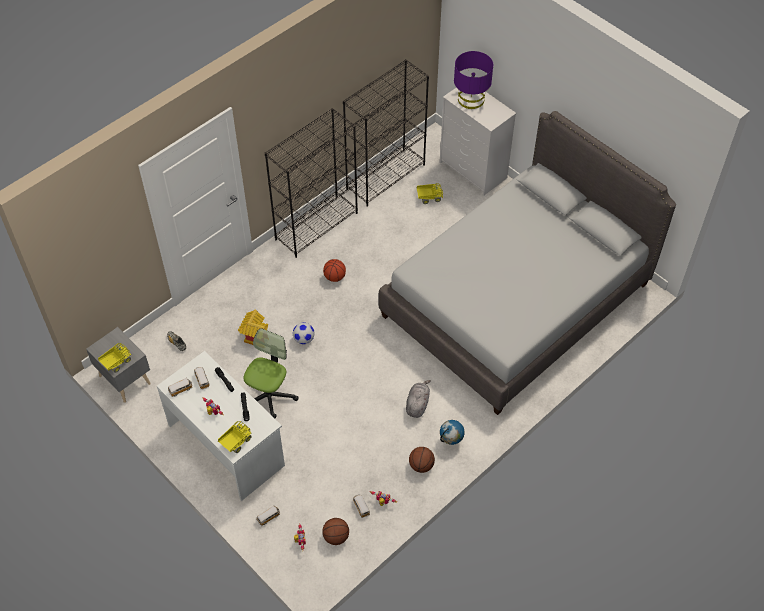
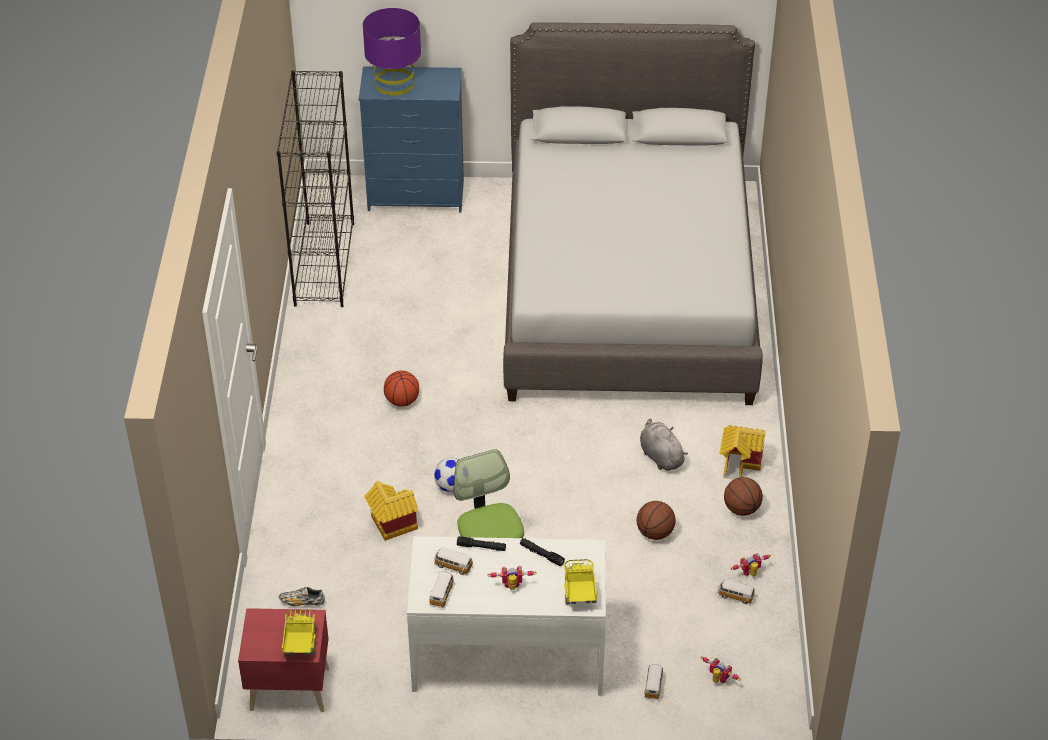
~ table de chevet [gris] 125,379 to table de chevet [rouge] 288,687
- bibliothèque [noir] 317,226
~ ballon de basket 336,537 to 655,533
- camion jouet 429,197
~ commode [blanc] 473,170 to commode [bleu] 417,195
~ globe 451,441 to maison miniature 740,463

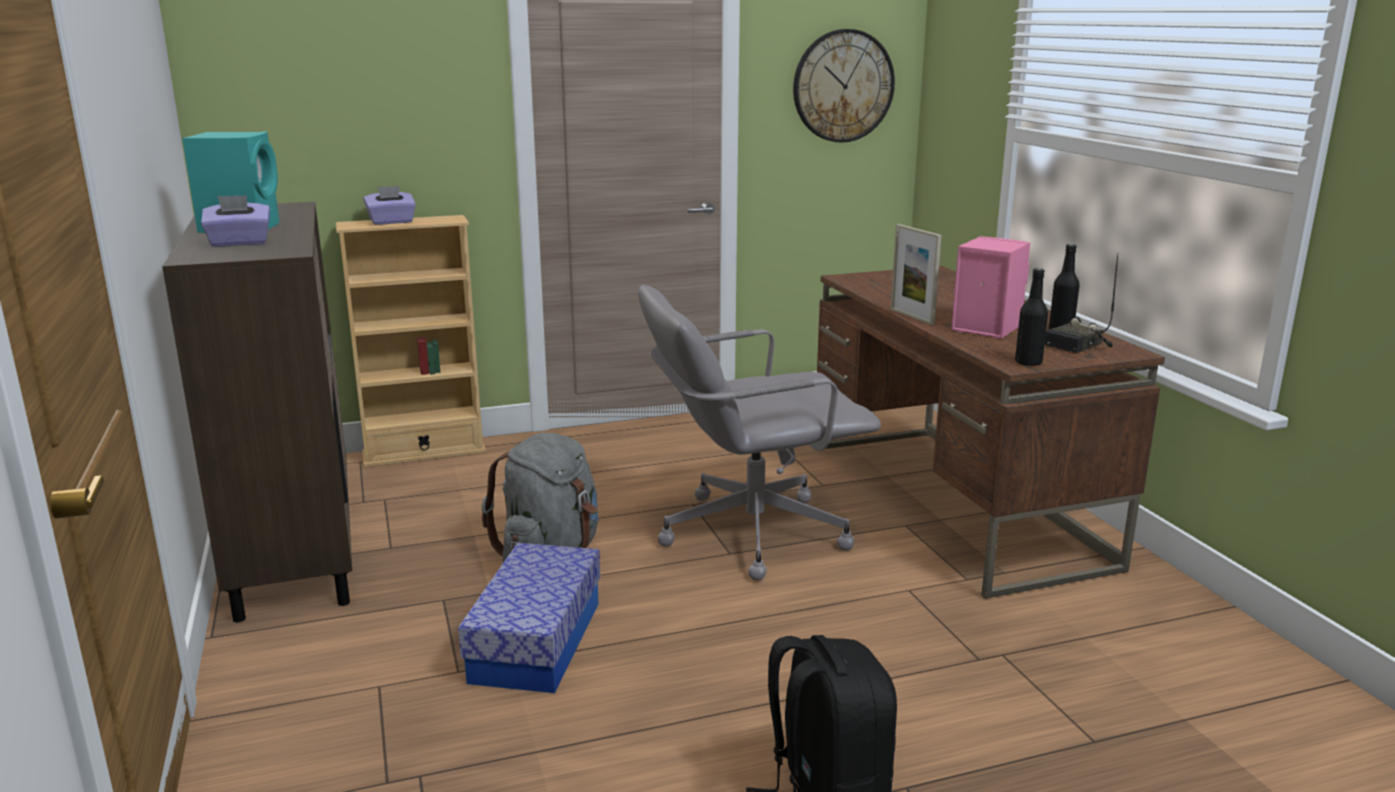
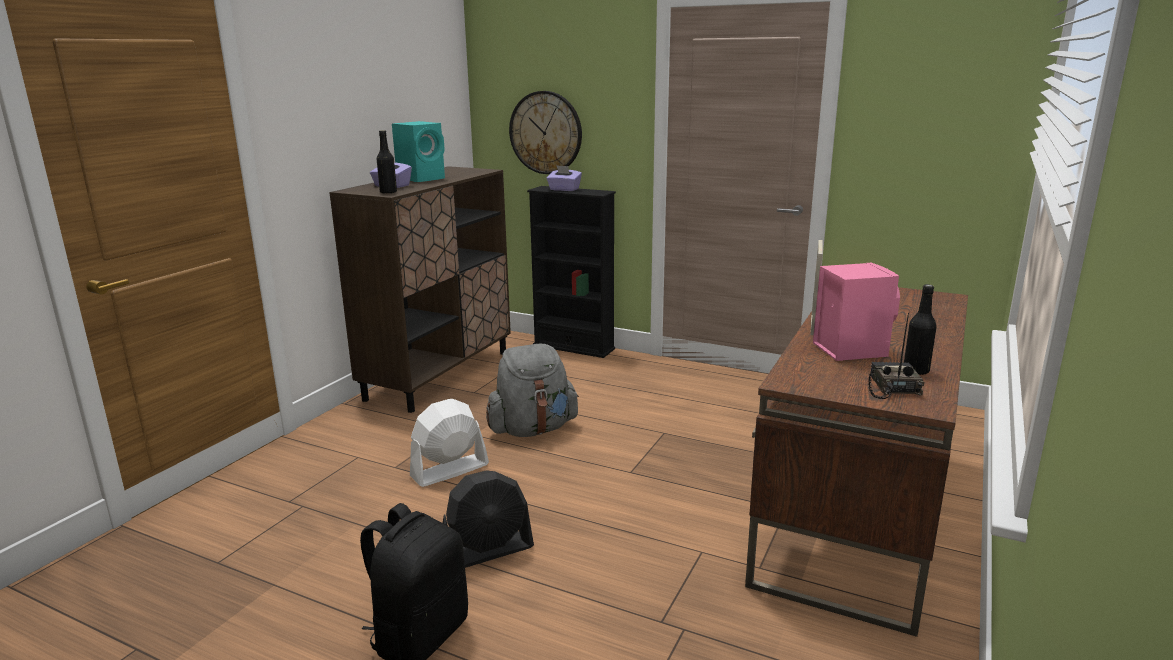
~ bibliothèque [beige] 424,452 to bibliothèque [noir] 573,347
~ boîte de rangement 536,641 to ventilateur [blanc] 449,470
- chaise de bureau [gris] 750,533
~ horloge murale 843,86 to 546,132
~ bouteille [noir] 1028,363 to 388,192
~ radio 1078,346 = 891,387 90 degrees clockwise
+ ventilateur [noir] 487,551

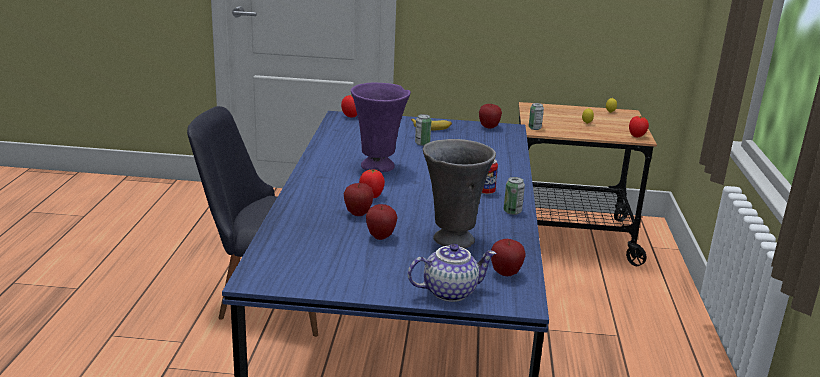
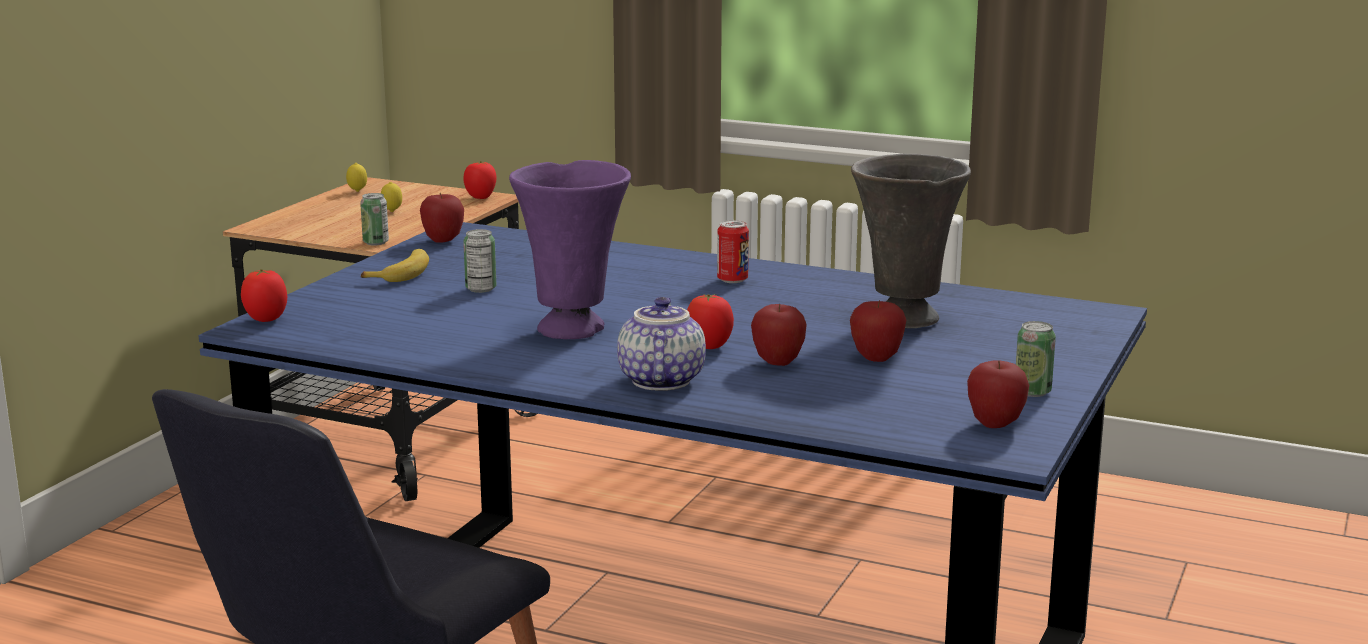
~ théière 450,291 to 659,380
~ pomme 505,273 to 995,424
~ boîte métallique 512,211 to 1032,392

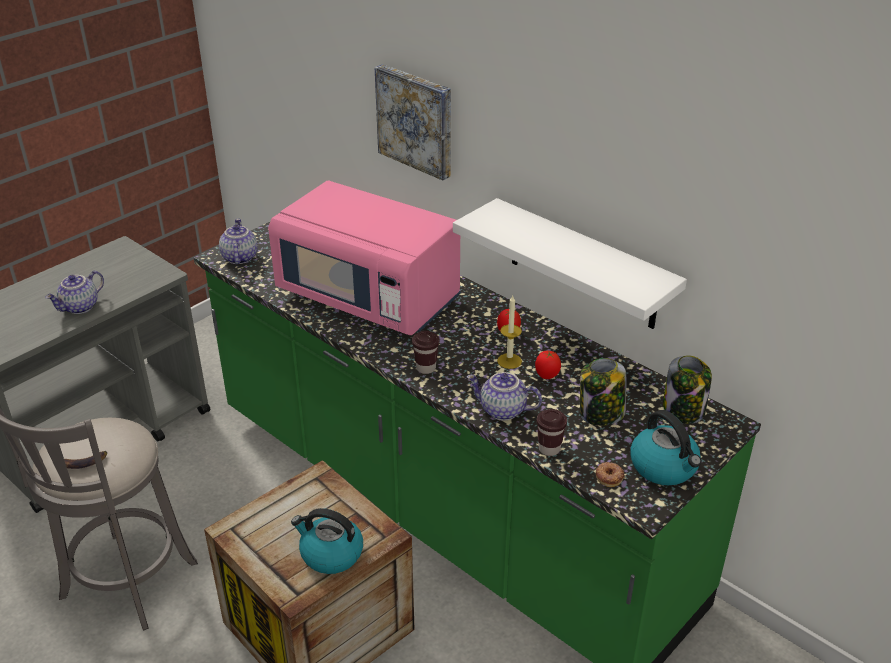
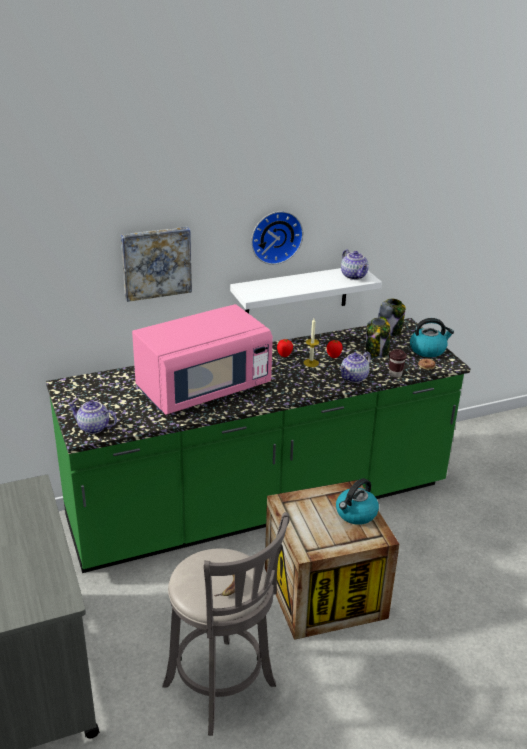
~ théière 80,307 to 354,276
- tasse [marron] 426,368
+ horloge murale 275,236

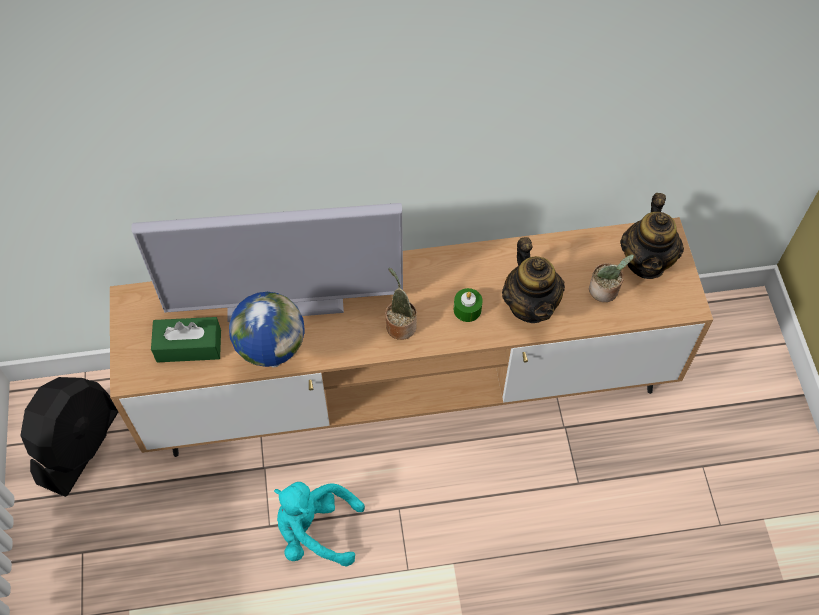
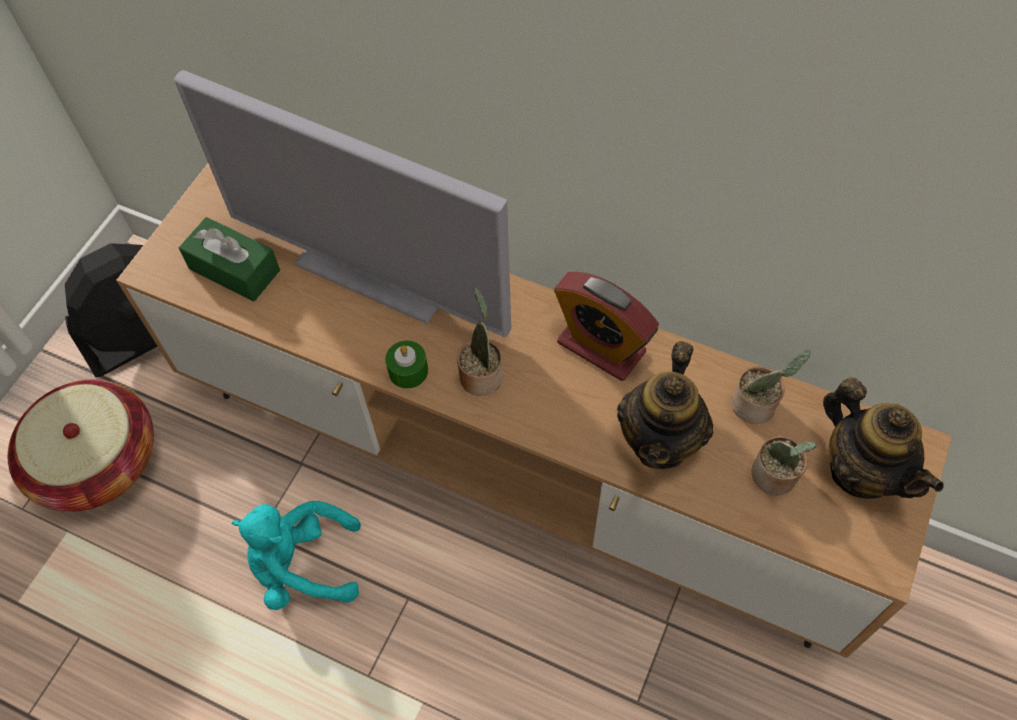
- globe 273,361
~ peluche [turquoise] 315,531 = 303,566 45 degrees counterclockwise
~ bougie [vert] 467,309 to 408,371
~ théière 646,261 = 861,470 75 degrees counterclockwise
+ panier 97,462
+ réveil 601,347
+ plante en pot 757,406

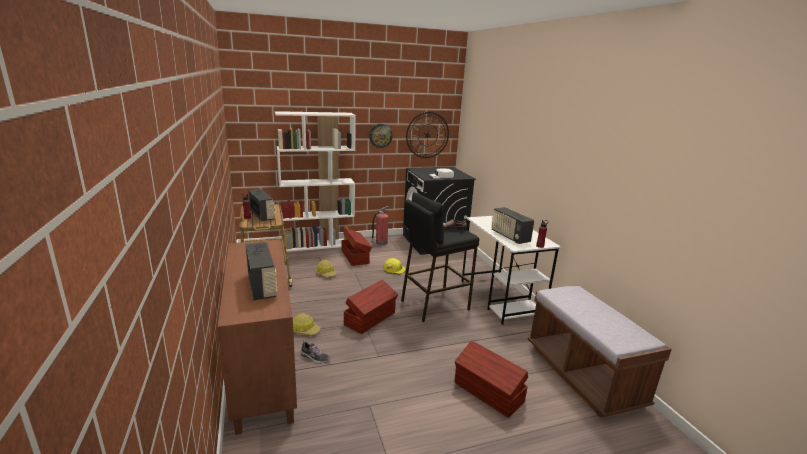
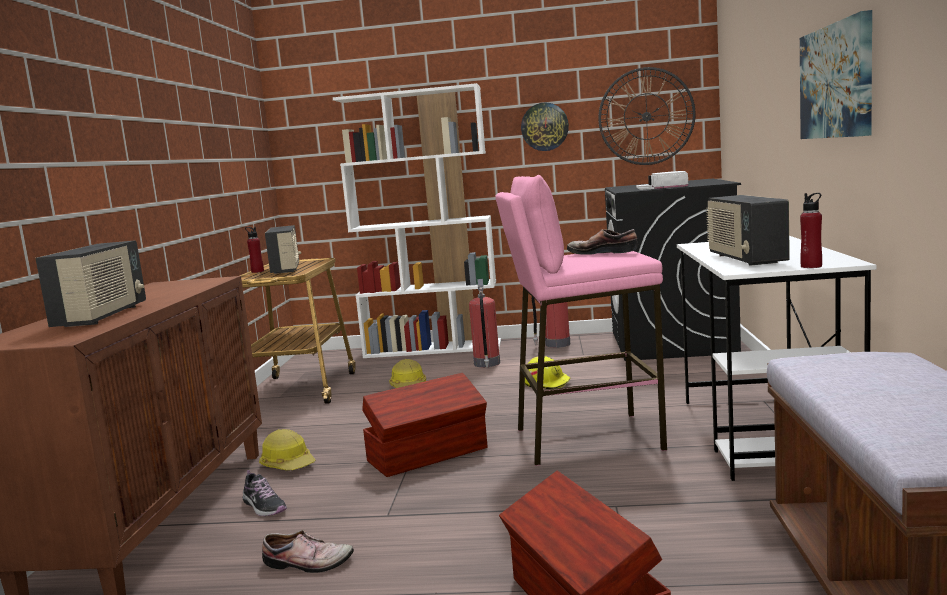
~ boîte de rangement [marron] 355,256 to extincteur 487,364
~ tabouret [noir] 434,305 to tabouret [rose] 587,438
+ chaussure 307,564
+ tableau 837,81

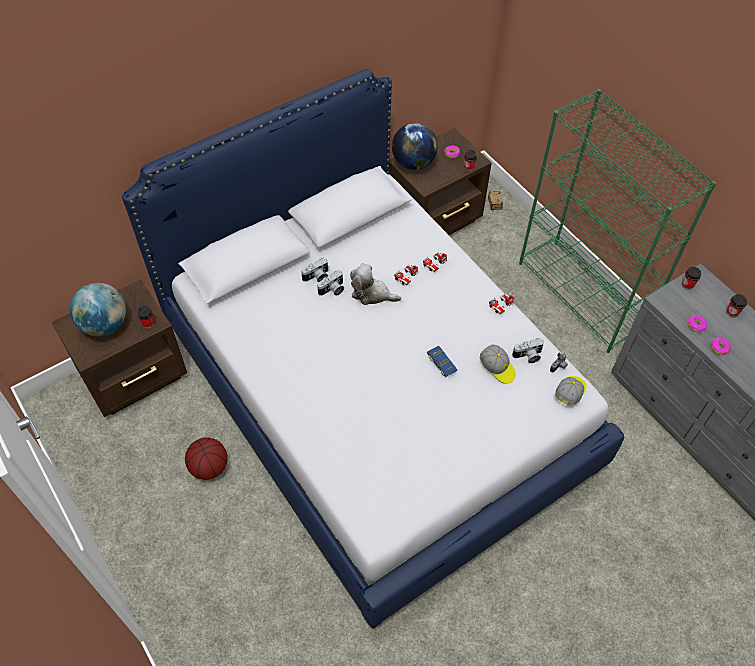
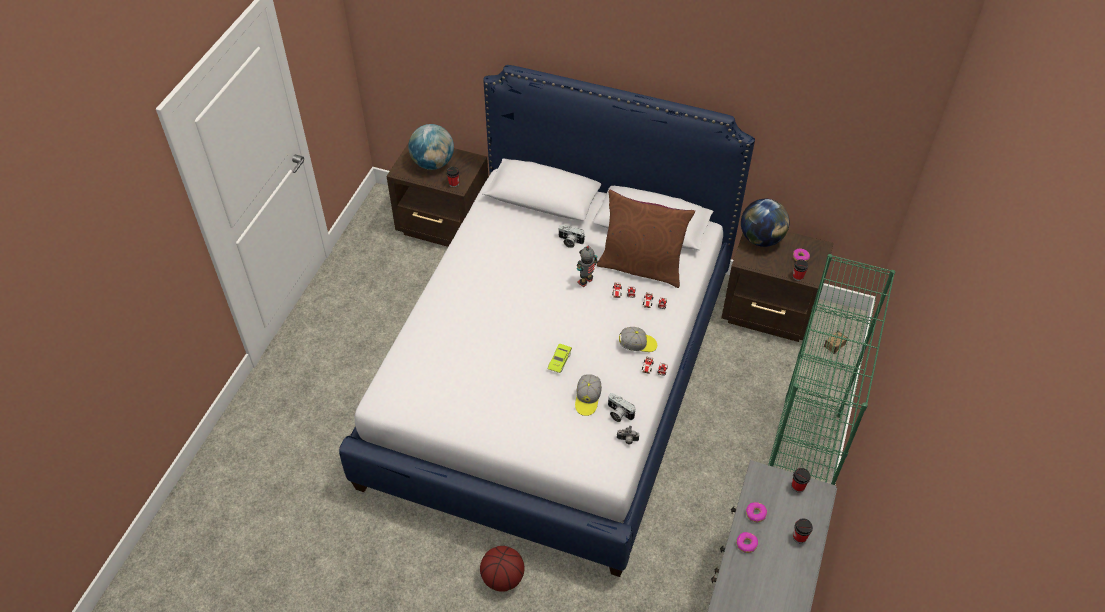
~ ballon de basket 209,467 to 503,577
- appareil photo 332,290
~ peluche 372,294 to robot jouet 586,282
~ petite voiture [bleu] 441,363 to petite voiture [vert] 559,360
~ casquette 570,392 to 637,345
+ coussin [marron] 641,266

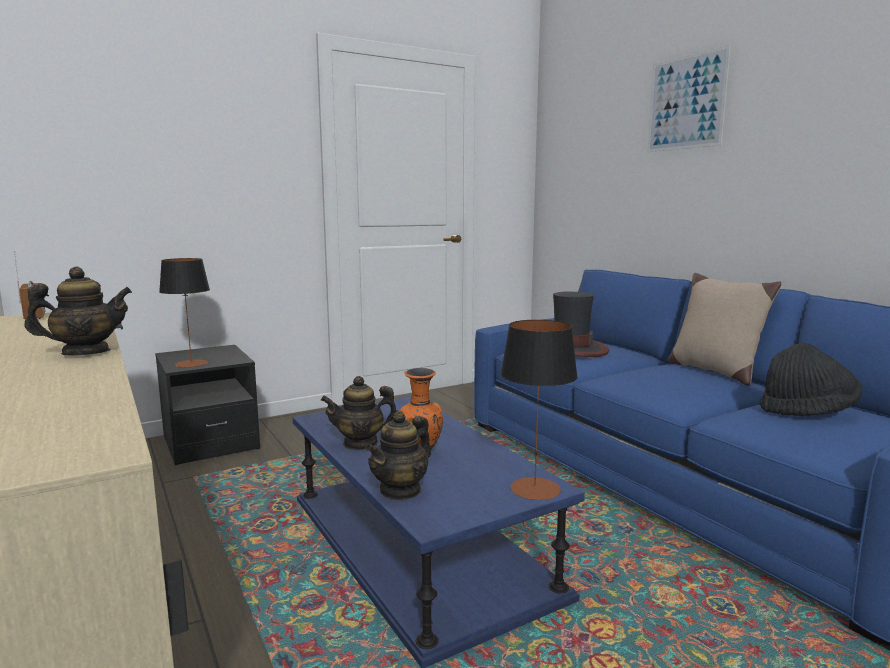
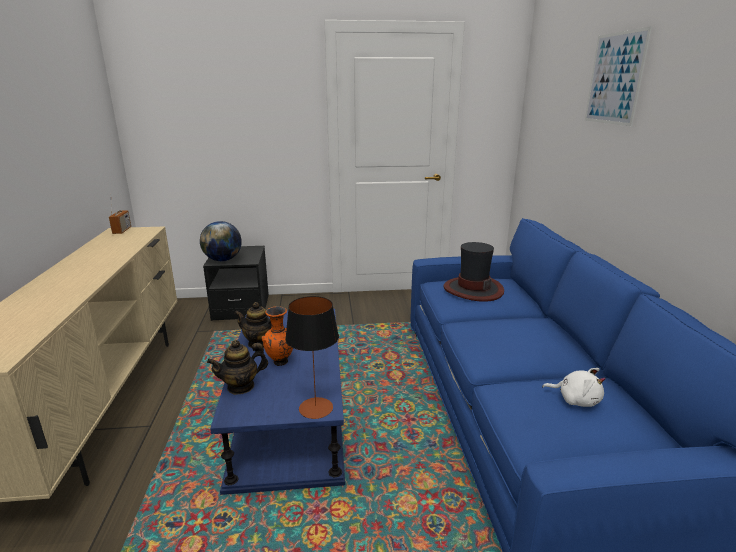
- théière 86,352
~ lampe de table 191,363 to globe 223,260
- coussin [beige] 714,371
~ chapeau [noir] 807,411 to peluche [blanc] 575,400

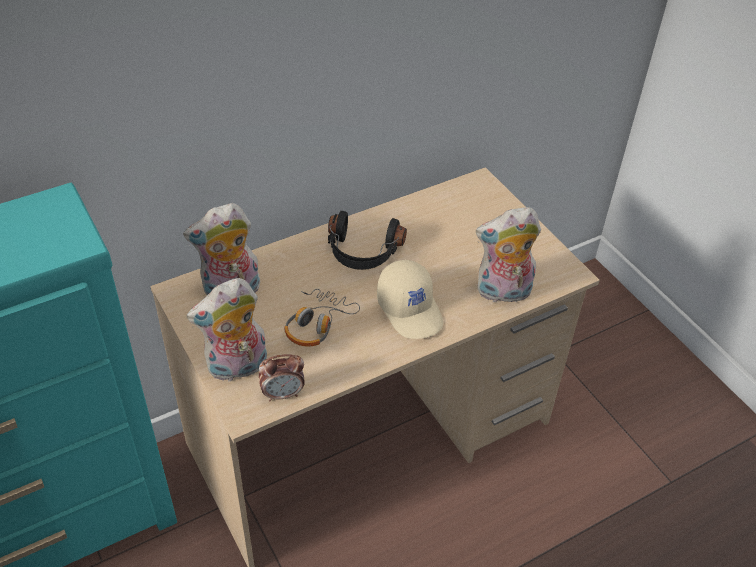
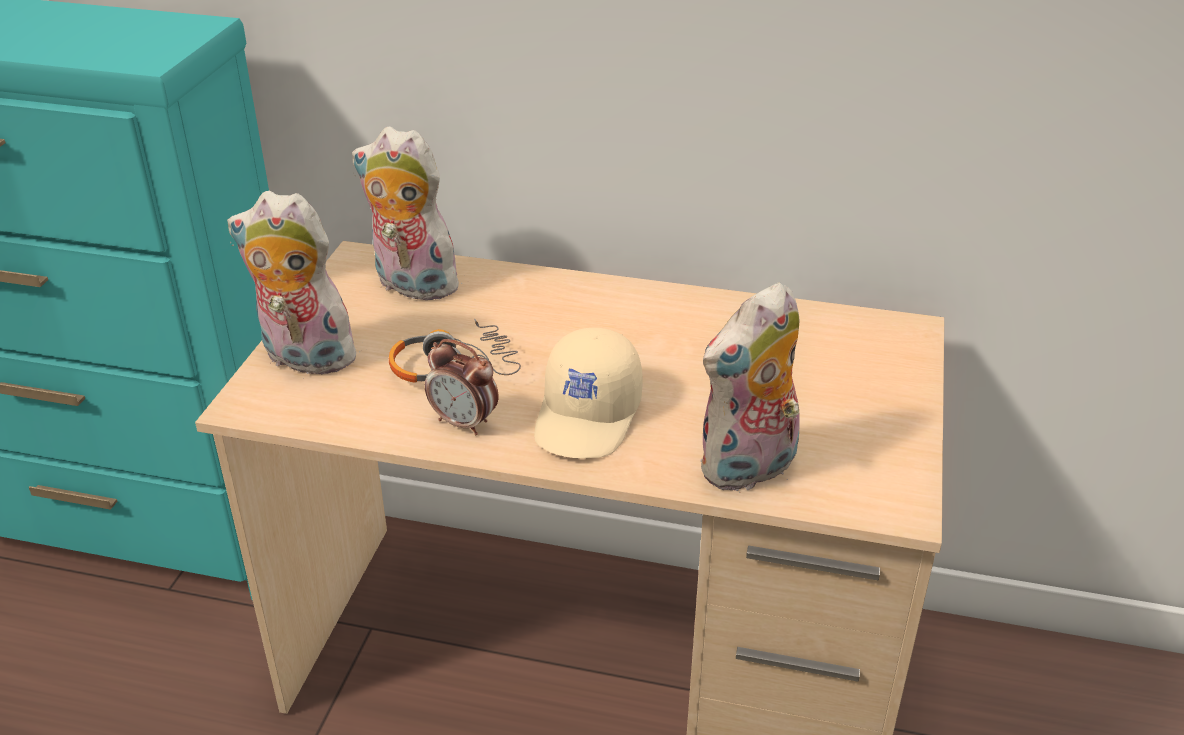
~ réveil 283,394 to 464,423
- casque audio [noir] 362,252
~ peluche 502,293 = 749,470 75 degrees counterclockwise

